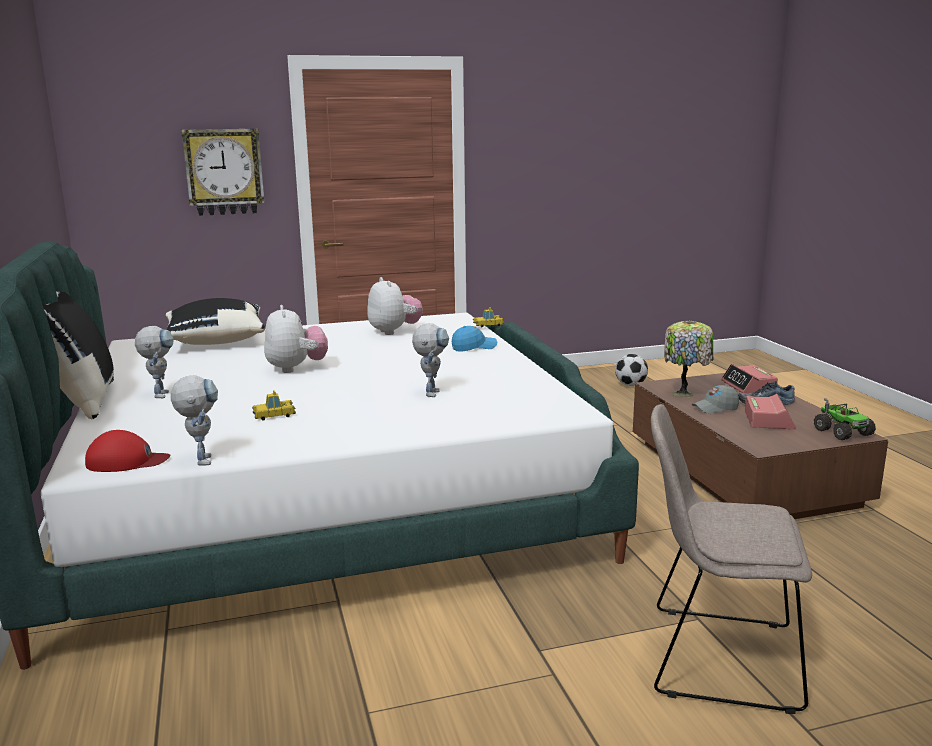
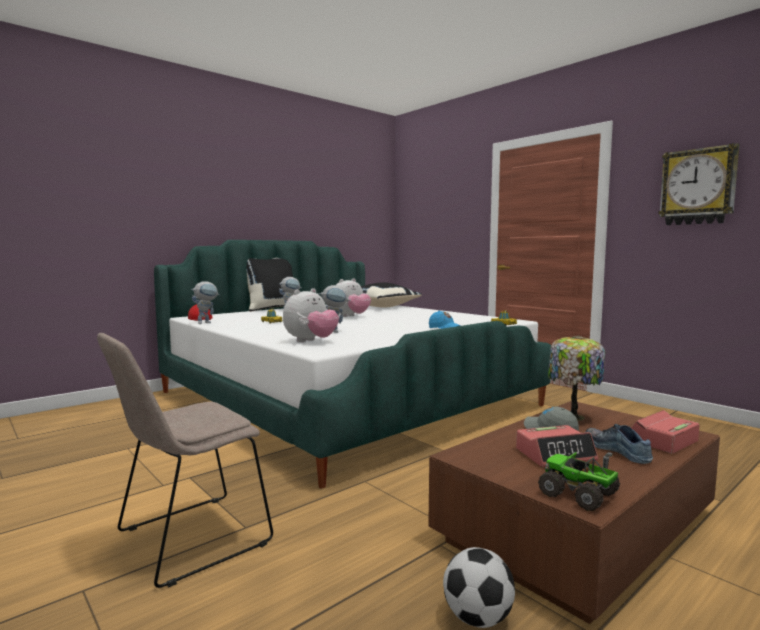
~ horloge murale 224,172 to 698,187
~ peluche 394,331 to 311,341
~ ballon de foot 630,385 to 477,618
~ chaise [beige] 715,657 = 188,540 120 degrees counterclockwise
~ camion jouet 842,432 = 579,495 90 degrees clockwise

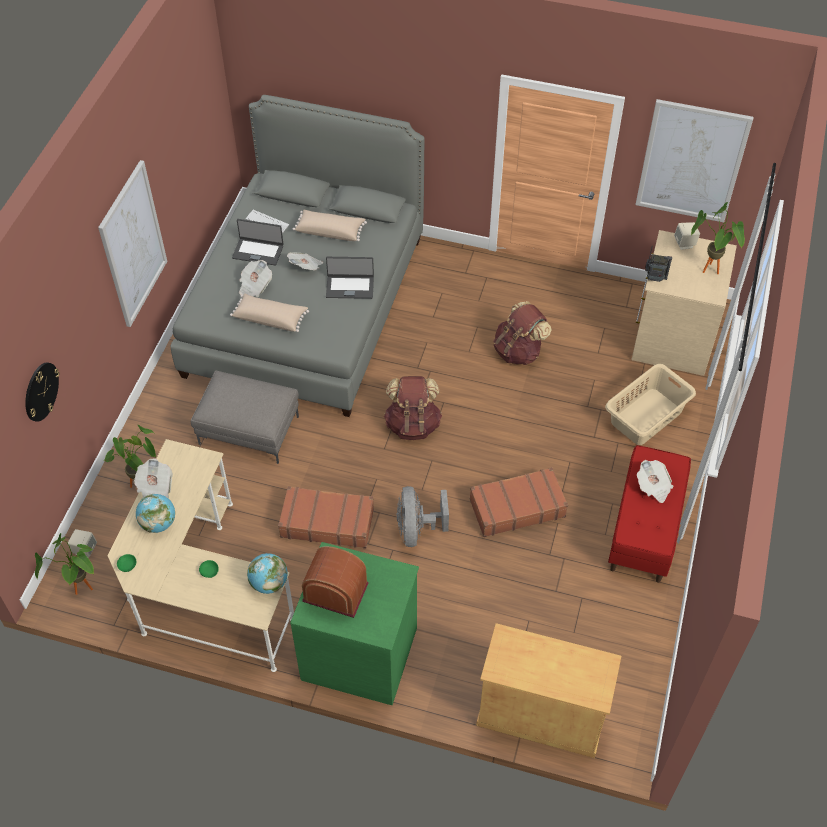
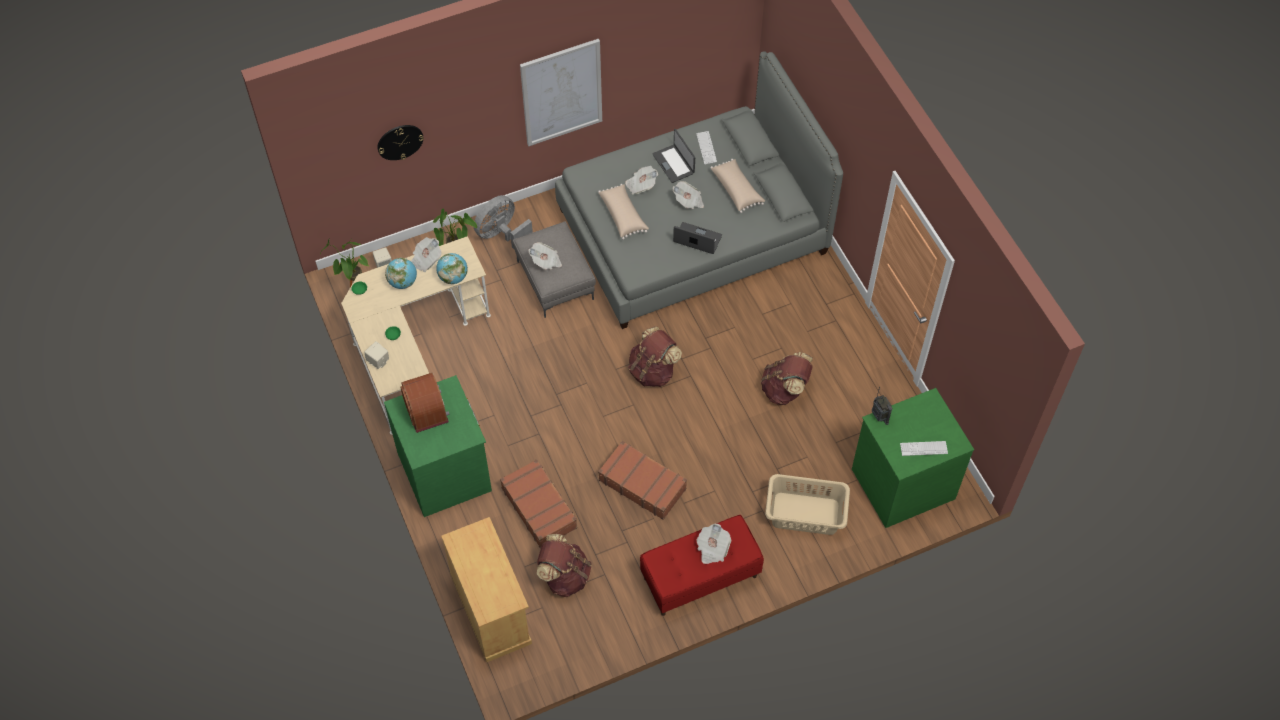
~ globe 269,583 to 453,277
~ valise [marron] 327,522 to 539,507
~ ordinateur portable 350,287 = 697,239 150 degrees clockwise
~ ventilateur [gris] 417,529 to 501,234
~ commode [beige] 672,338 to commode [vert] 902,482
- tableau 691,161
~ enceinte [beige] 685,243 to 378,361
~ plante en pot 709,273 to clavier 923,448
+ journal 546,261
+ sac à dos [marron] 564,576

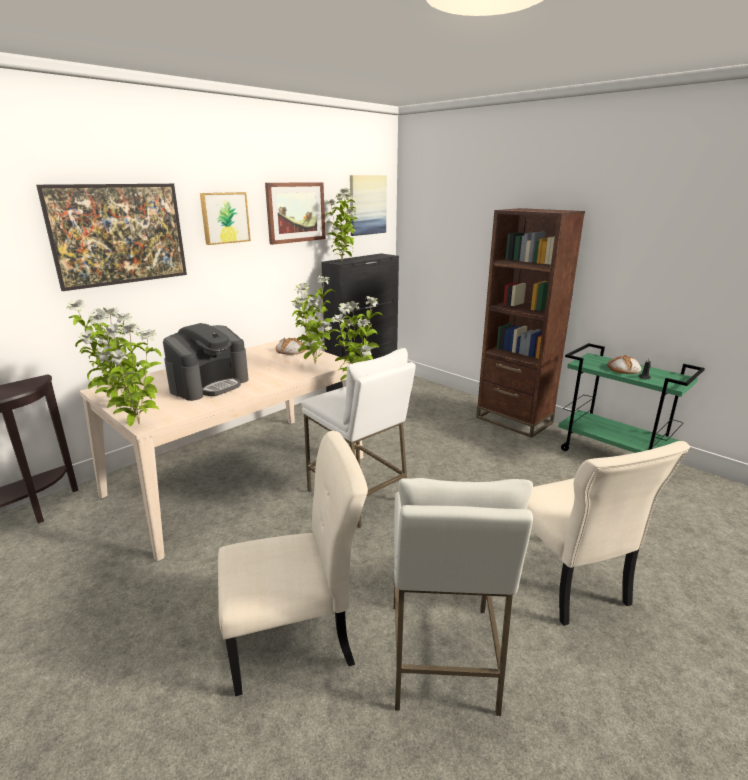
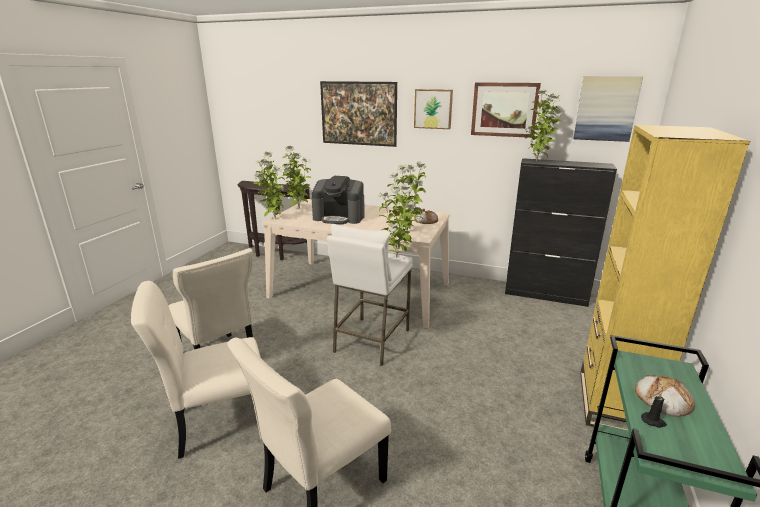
~ tabouret [blanc] 442,655 to chaise [beige] 217,422
~ bibliothèque [marron] 514,420 to bibliothèque [jaune] 613,403

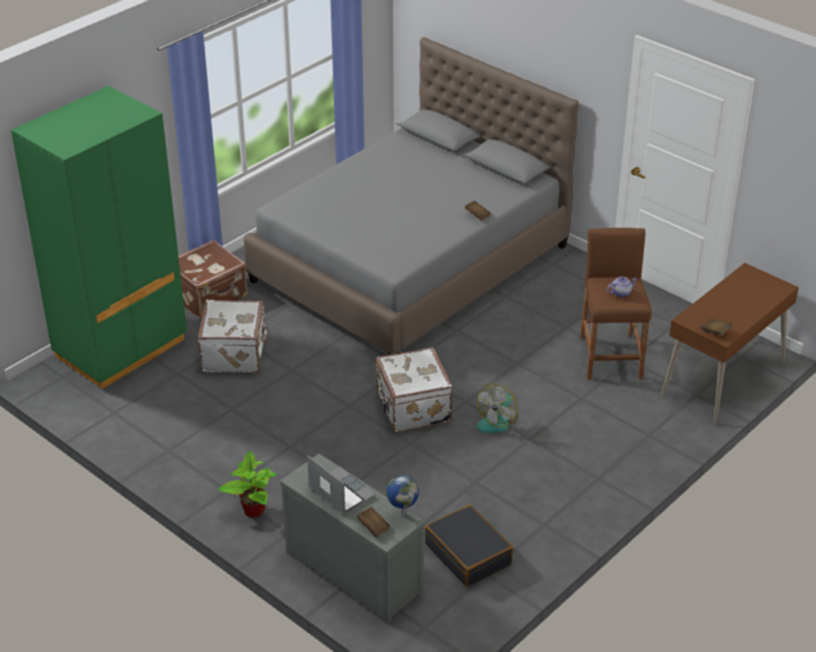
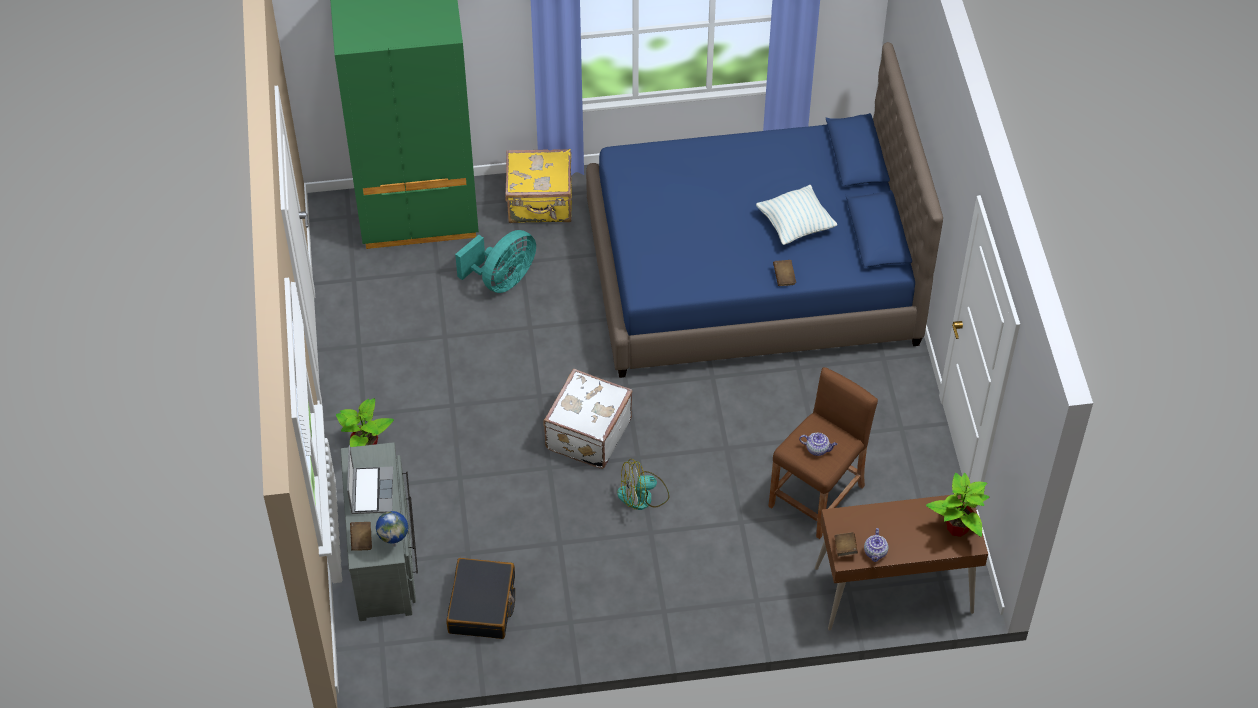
~ valise [marron] 209,297 to valise [jaune] 540,203
~ valise [blanc] 235,354 to ventilateur [turquoise] 502,280
~ lit [gris] 411,263 to lit [bleu] 751,274
+ coussin 795,226
+ théière 875,553
+ plante en pot 957,528

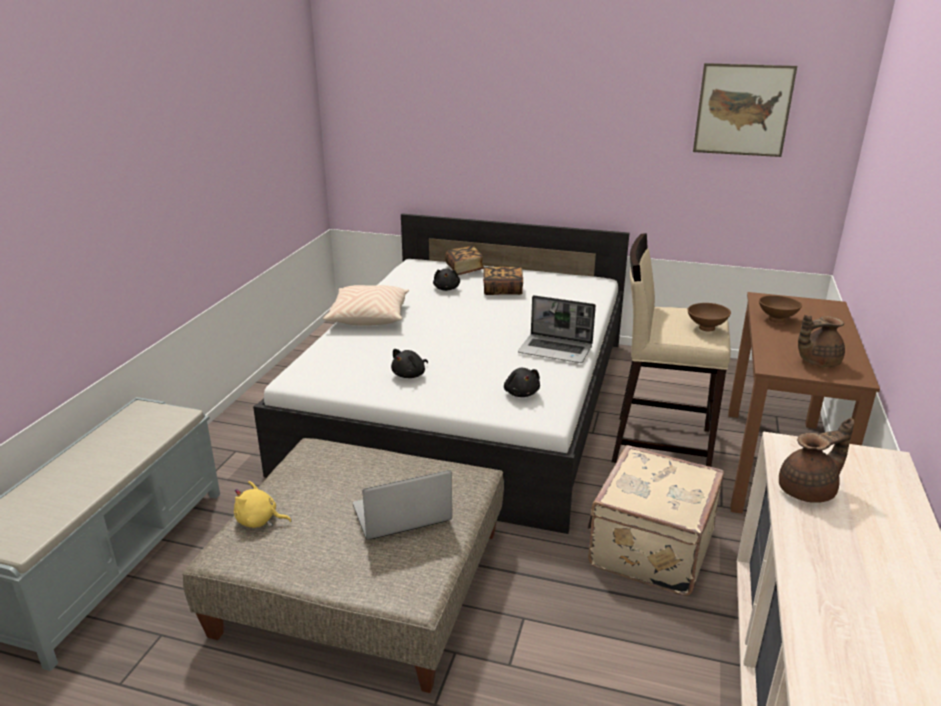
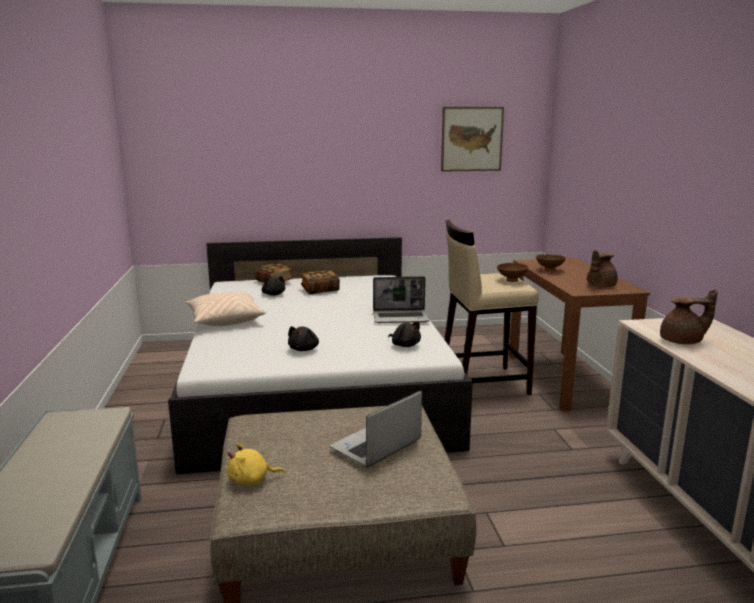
- valise [beige] 648,548
~ théière [marron] 809,491 = 683,341 45 degrees clockwise

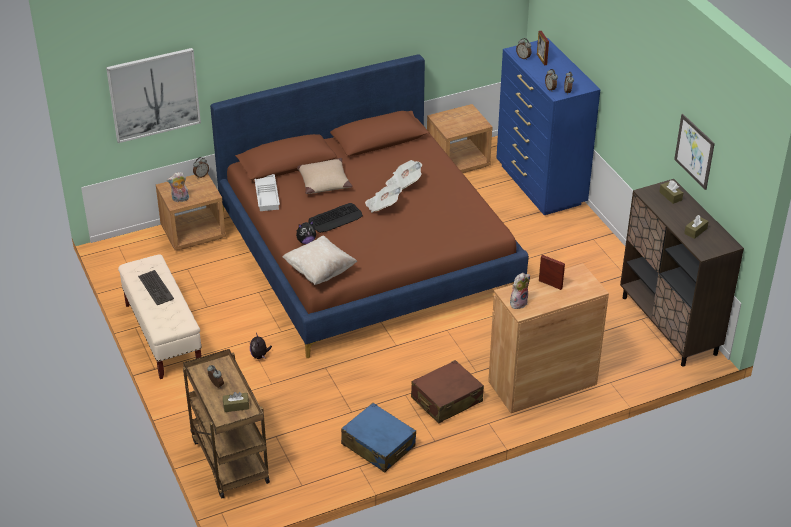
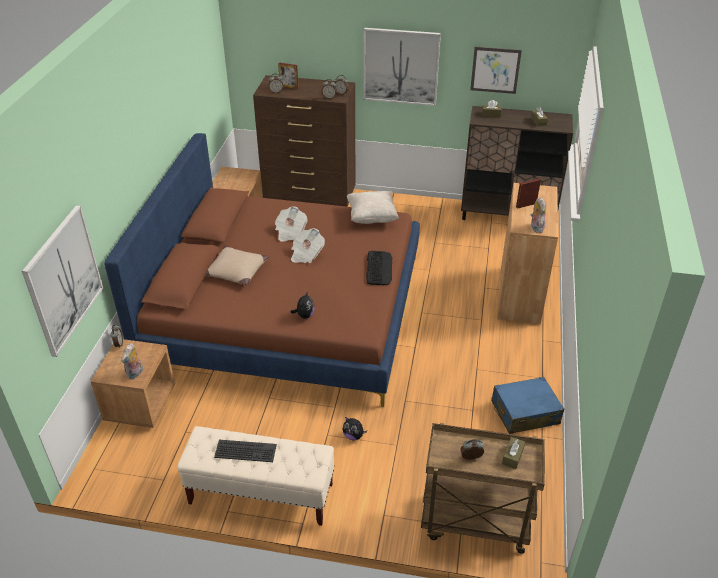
- plateau [blanc] 267,196
~ coussin [beige] 319,271 to 372,218
~ clavier 336,218 to 379,268
- valise [marron] 446,400
~ commode [bleu] 540,185 to commode [marron] 310,197
+ tableau 400,66

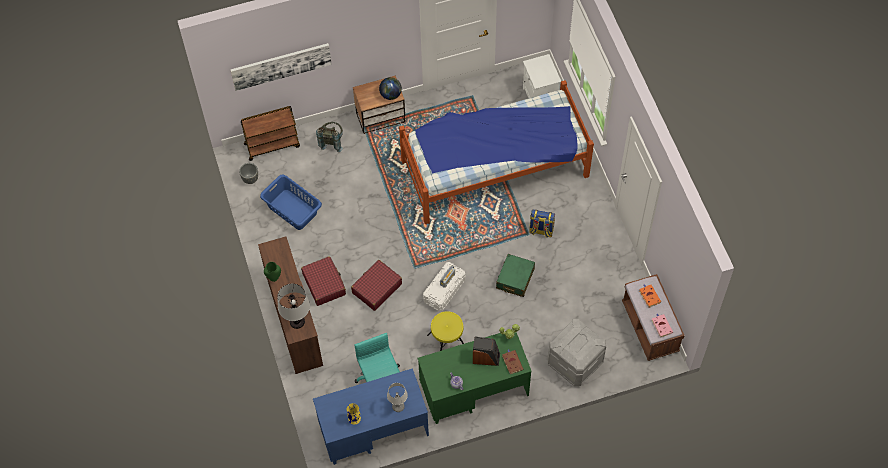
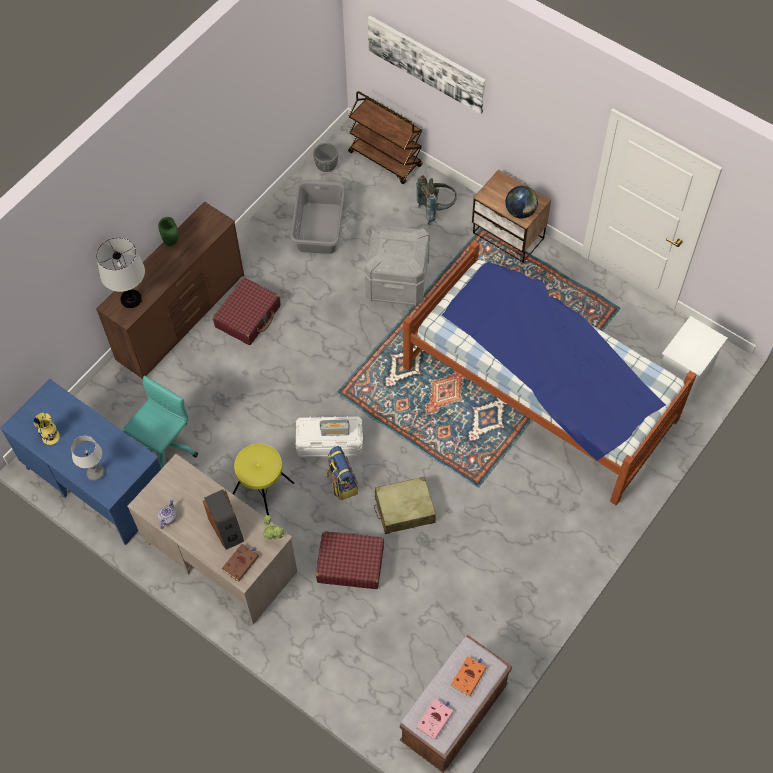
~ panier à linge [bleu] 292,210 to panier à linge [gris] 319,228
~ valise [rouge] 376,288 to 350,564
~ bureau [vert] 473,390 to bureau [beige] 219,557
~ valise [vert] 515,279 to valise [beige] 404,509
~ sac à dos 541,230 to 342,483
~ boîte de rangement [gris] 574,362 to 397,282

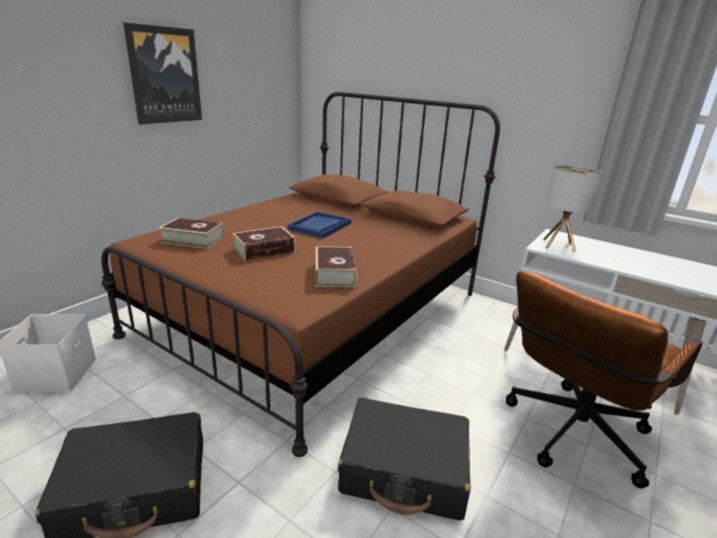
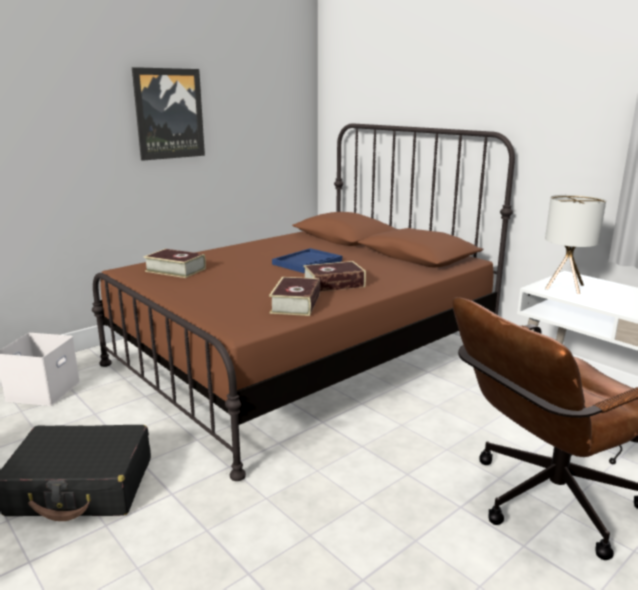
~ livre 264,250 to 334,284
- valise [noir] 405,470

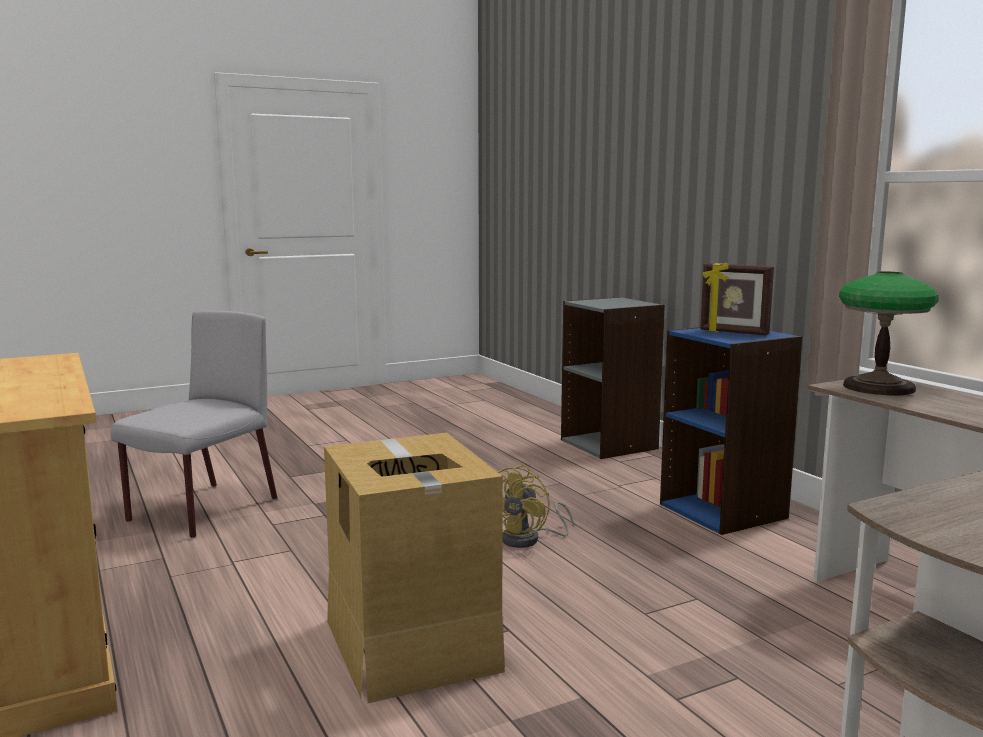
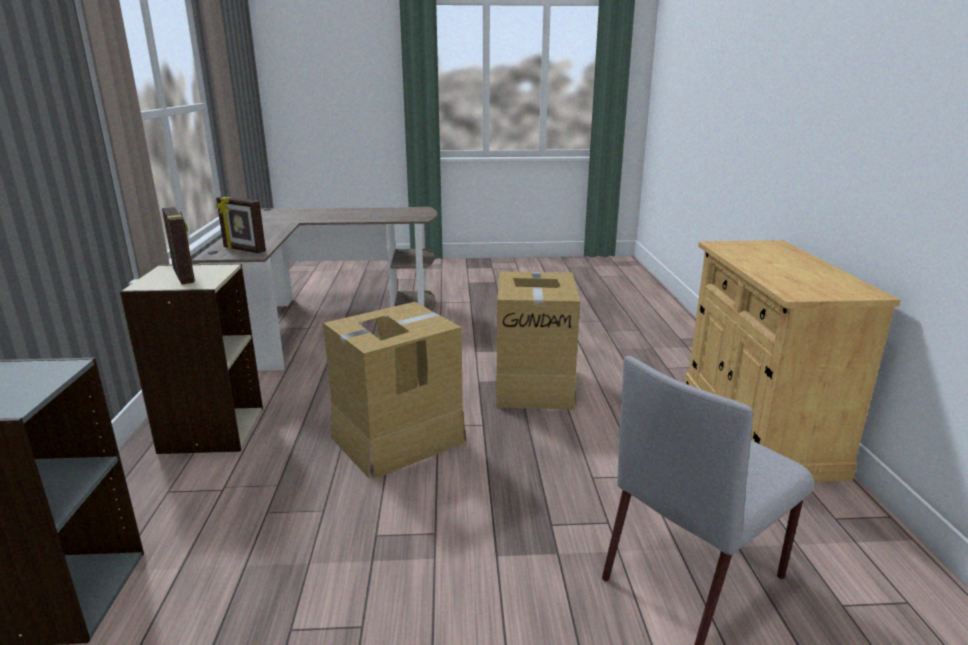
~ ventilateur [jaune] 528,540 to carton 397,439
~ bibliothèque [bleu] 724,511 to bibliothèque [beige] 211,430
~ lampe de table 878,387 to cadre photo 244,250

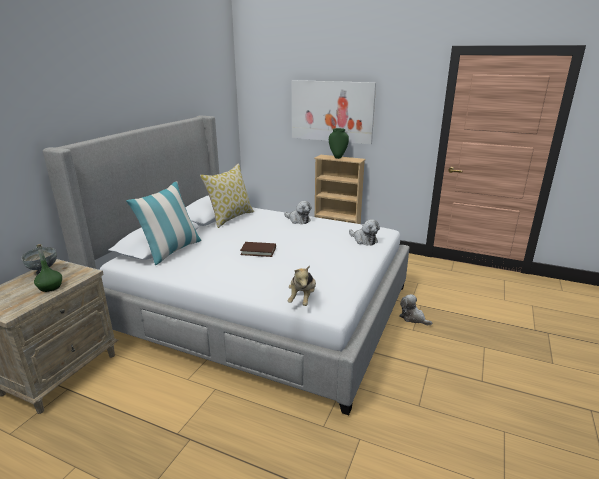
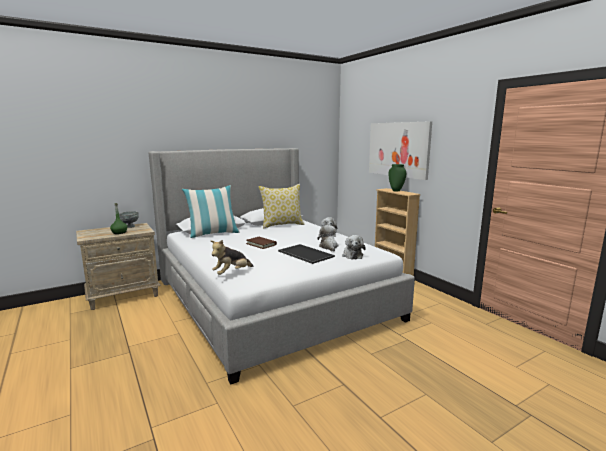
~ peluche 413,318 to 329,247
+ plateau 304,254

